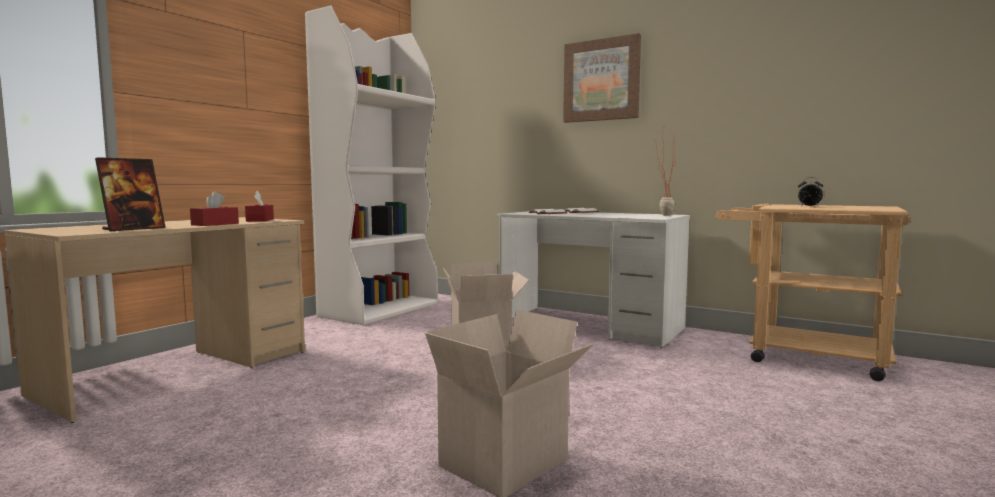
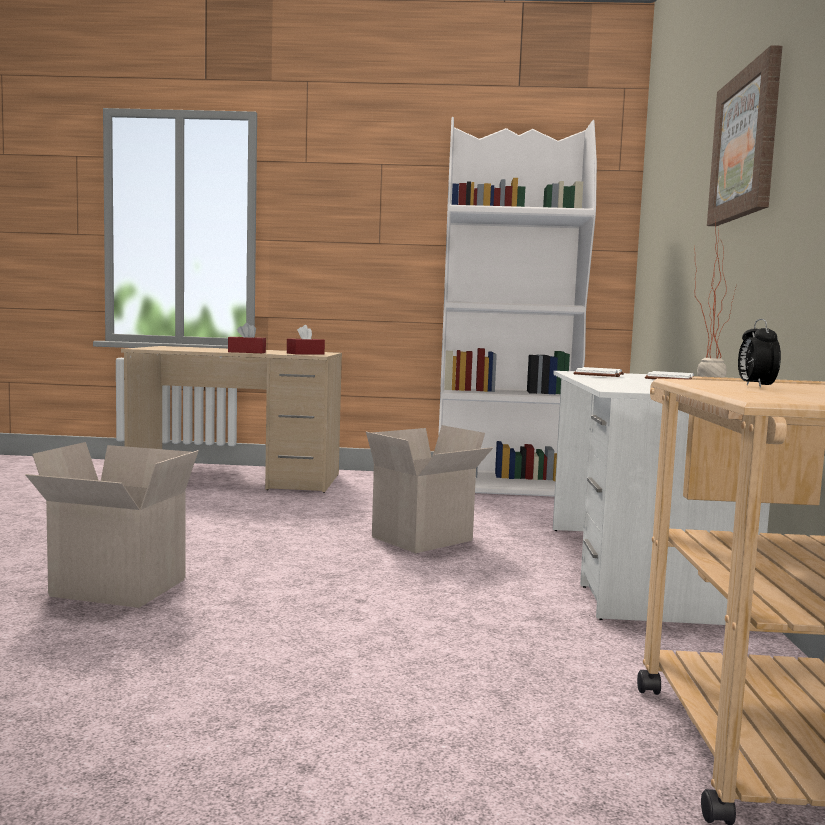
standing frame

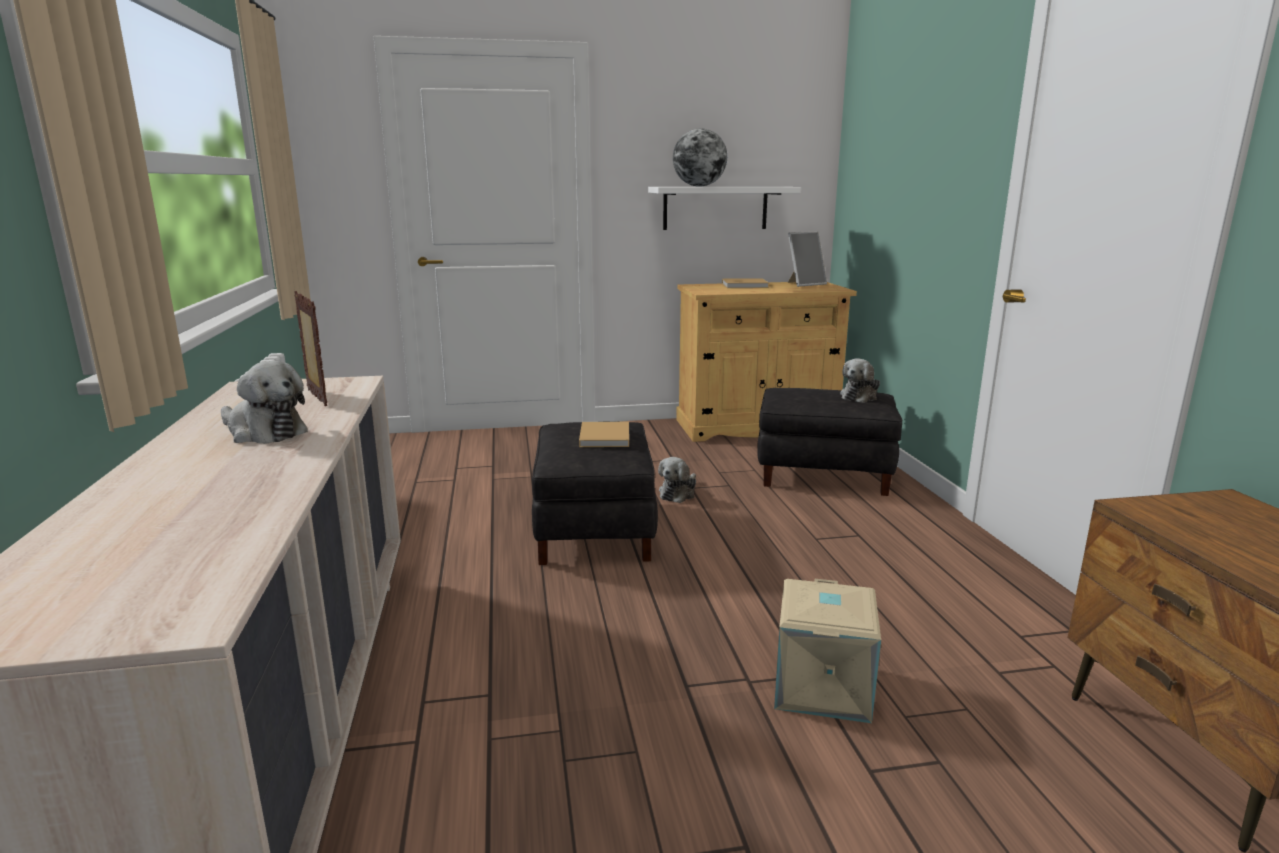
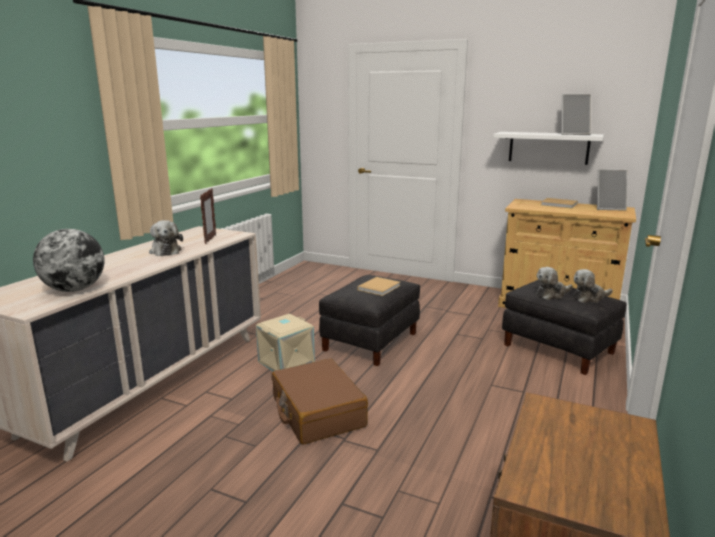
brown piece of luggage; standing frame (no. 2 from left); plush toy (no. 2 from left); desk globe; sand-coloured storage container

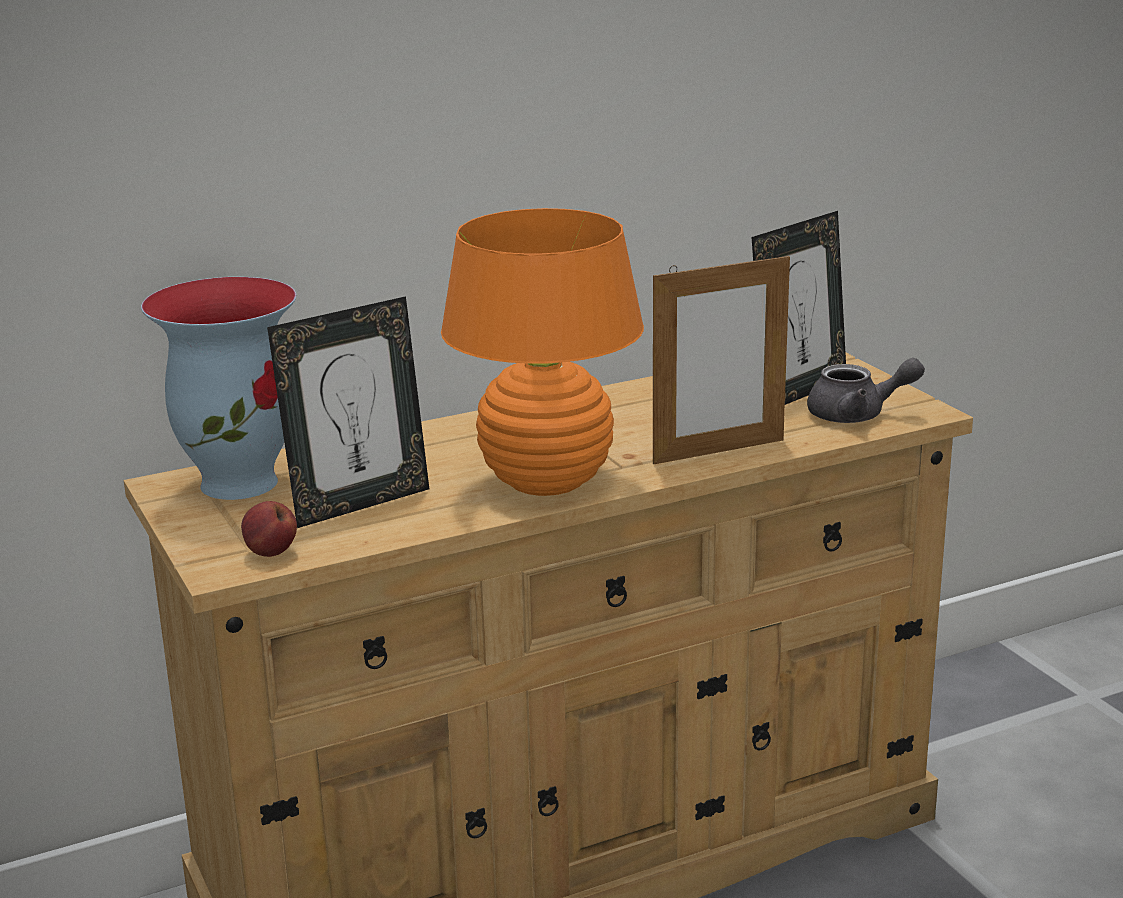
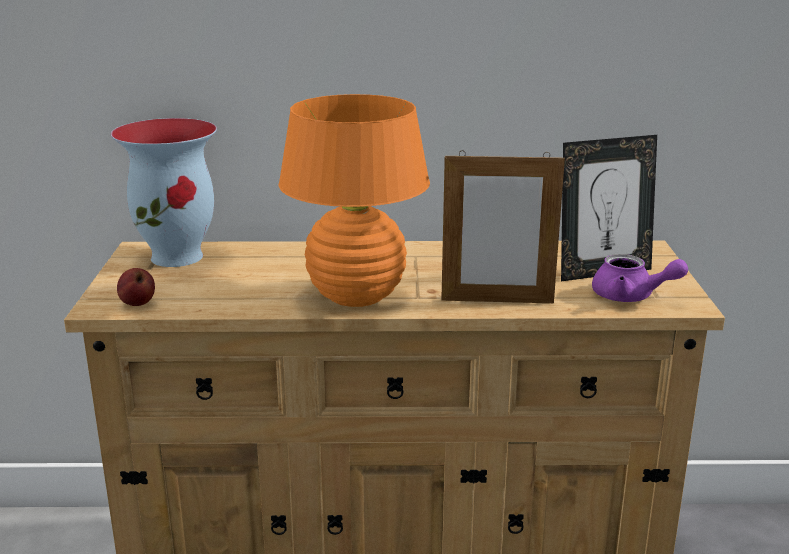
standing frame (no. 1 from left in the first image); purple-coloured tea pot

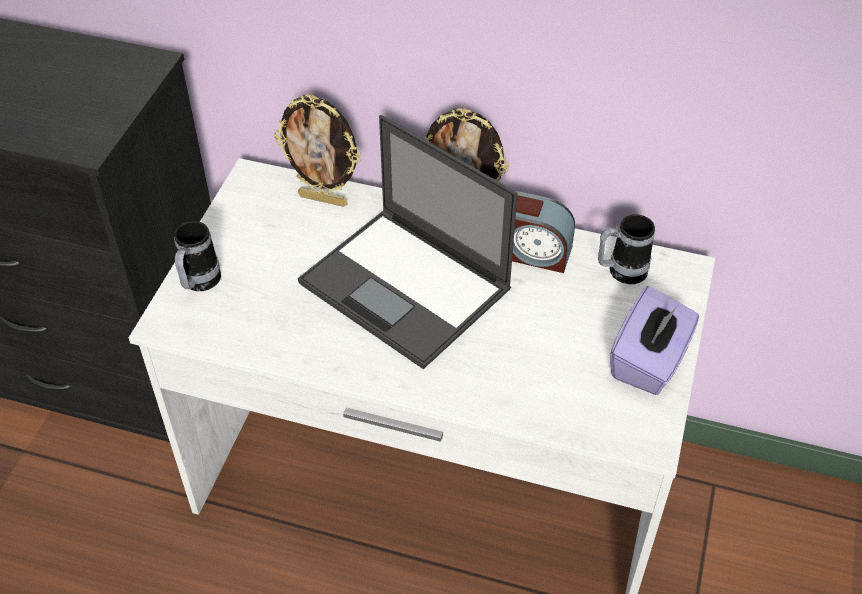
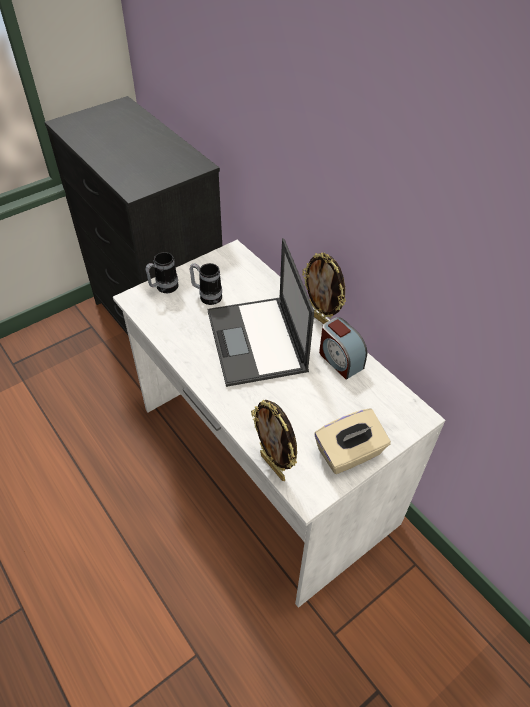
standing frame (no. 1 from left); coffee mug (no. 2 from left); sand-coloured box of tissues

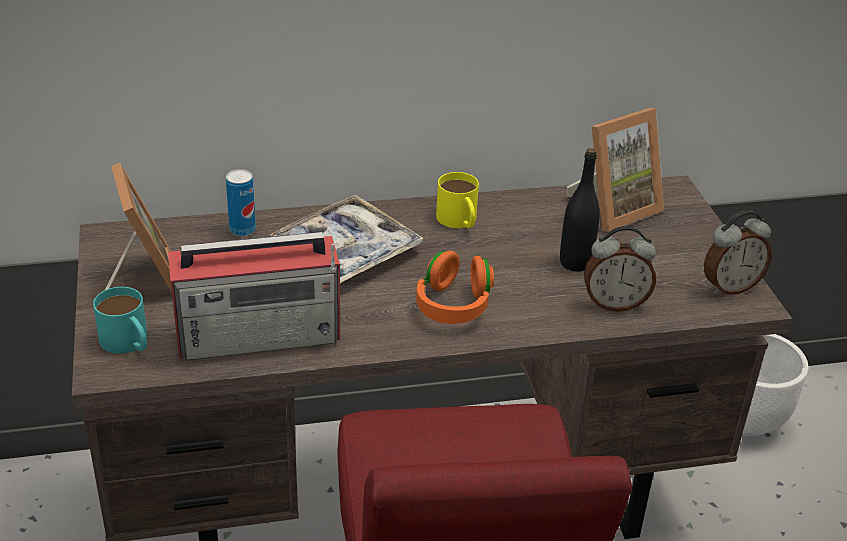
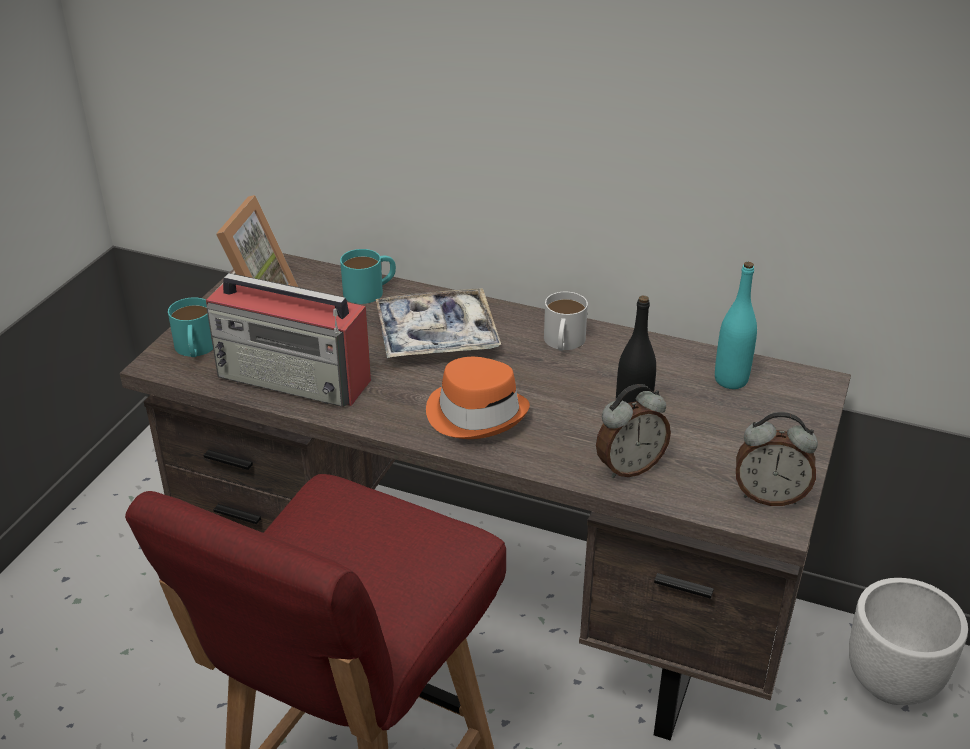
turquoise-coloured coffee mug (no. 2 from left); orange clothing hat; turquoise-coloured beverage bottle; whitish coffee mug; alarm clock (no. 1 from left)

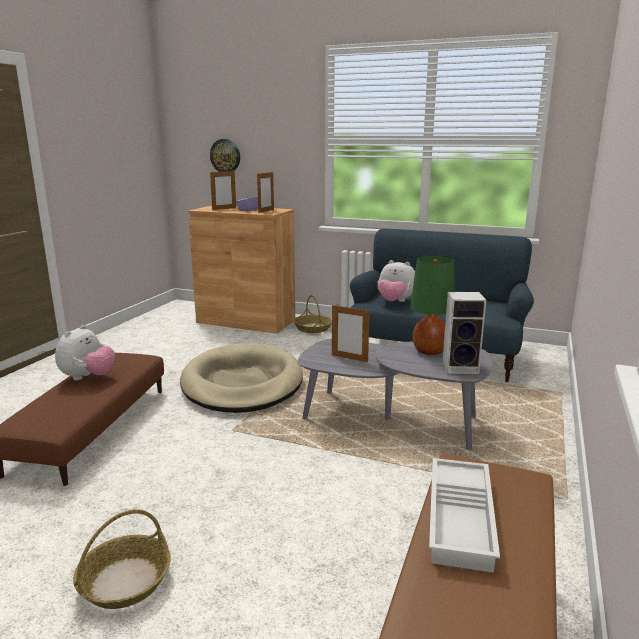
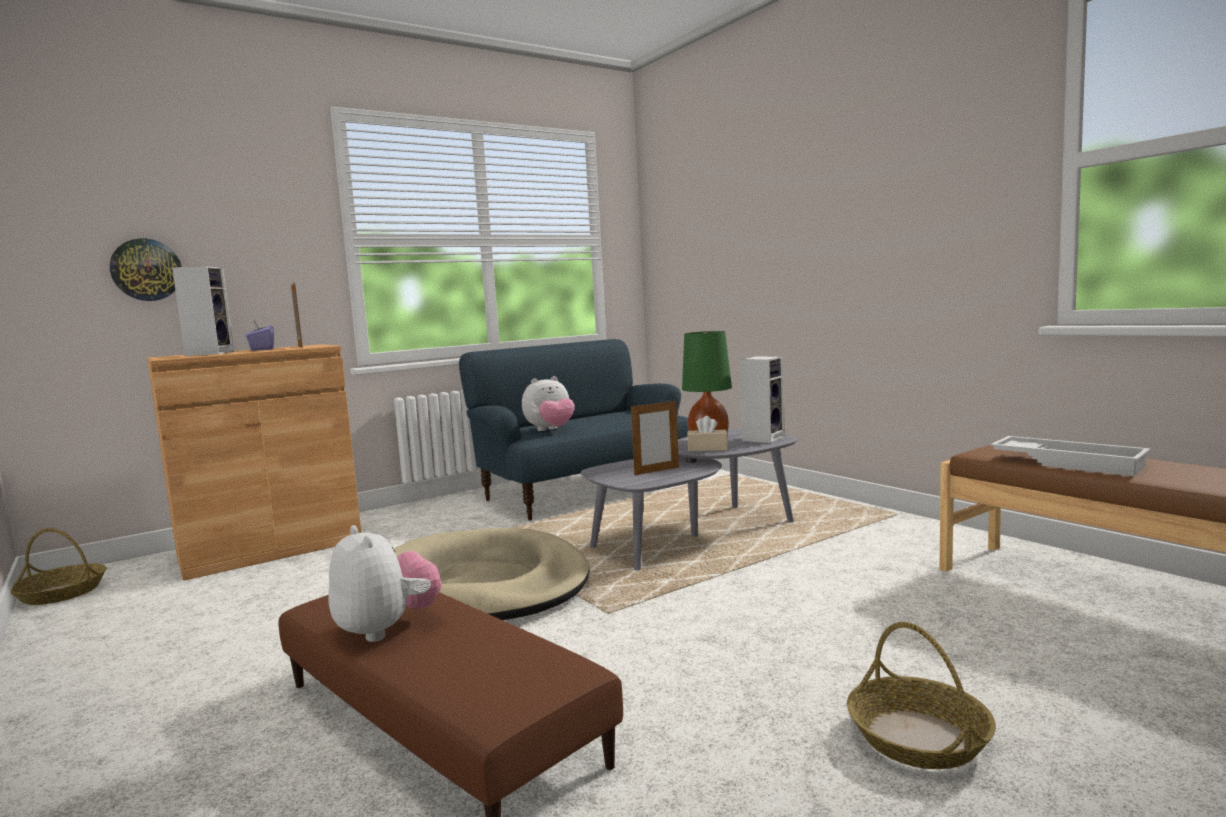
sand-coloured box of tissues; household basket (no. 1 from left); speaker (no. 1 from left)

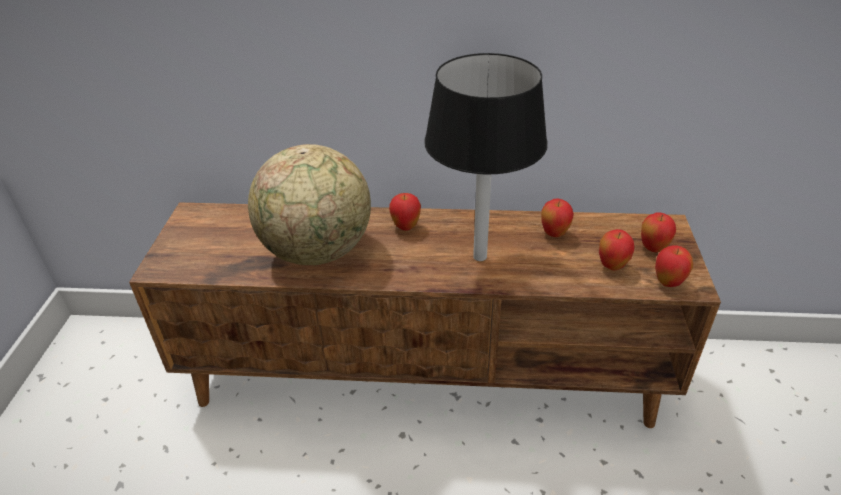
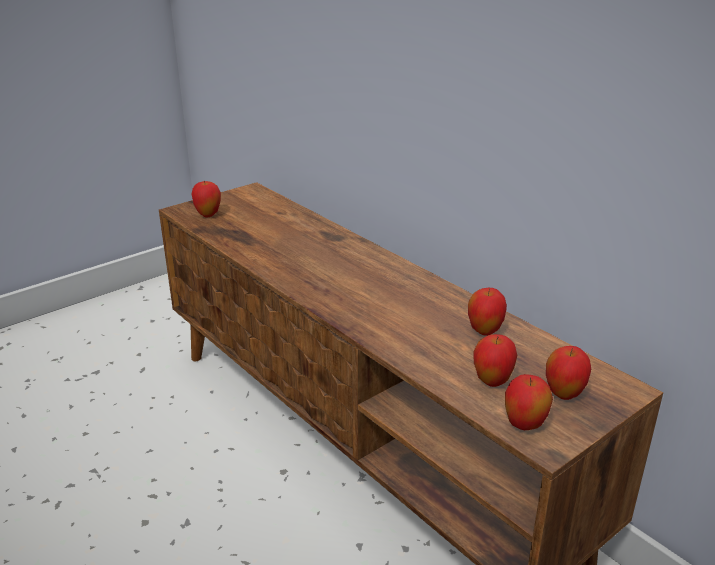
desk globe; black tabletop lamp; apple (no. 1 from left)

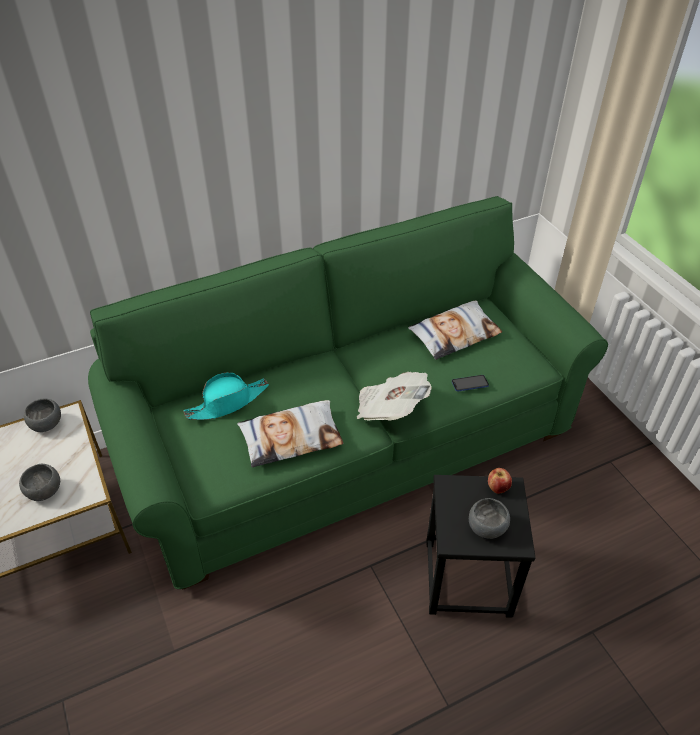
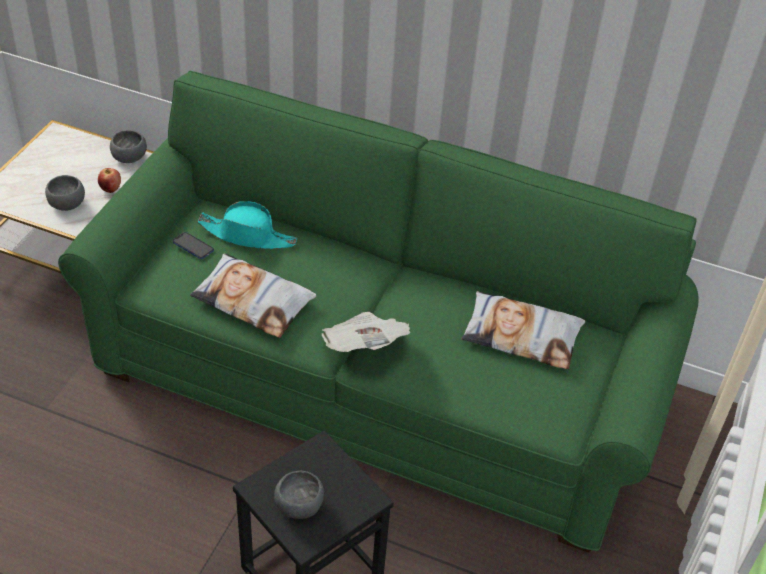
phone; apple

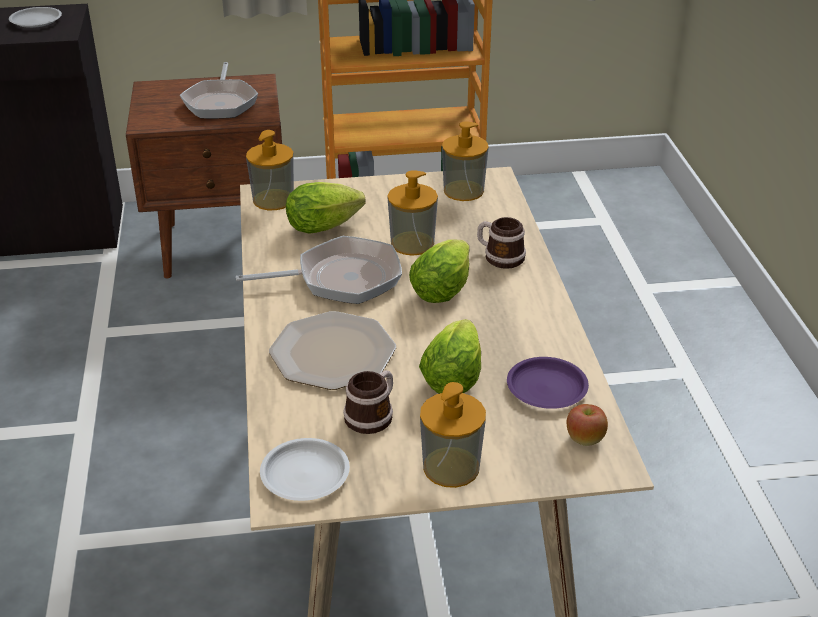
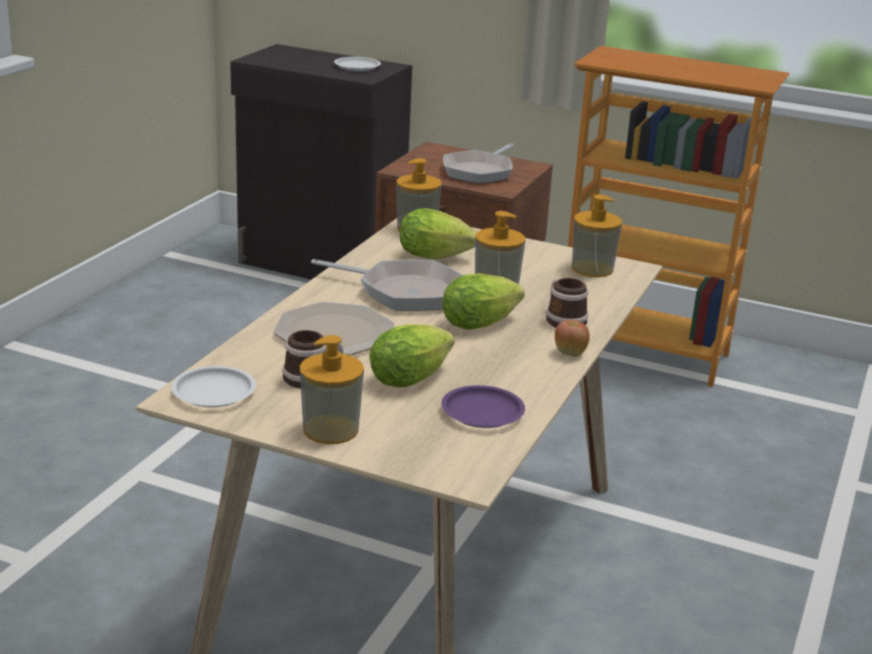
apple

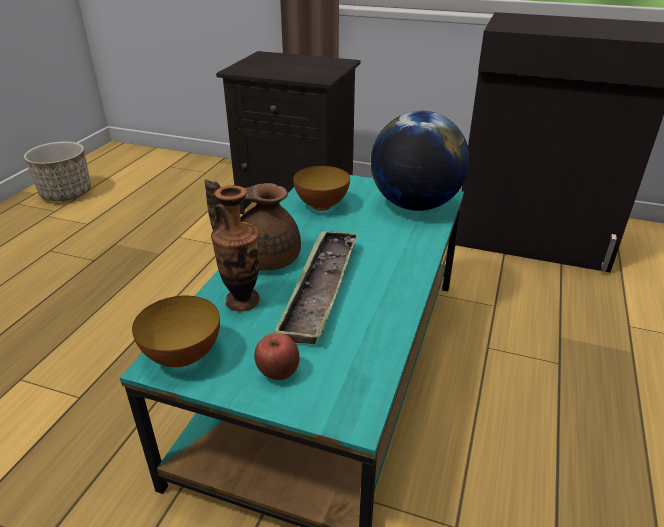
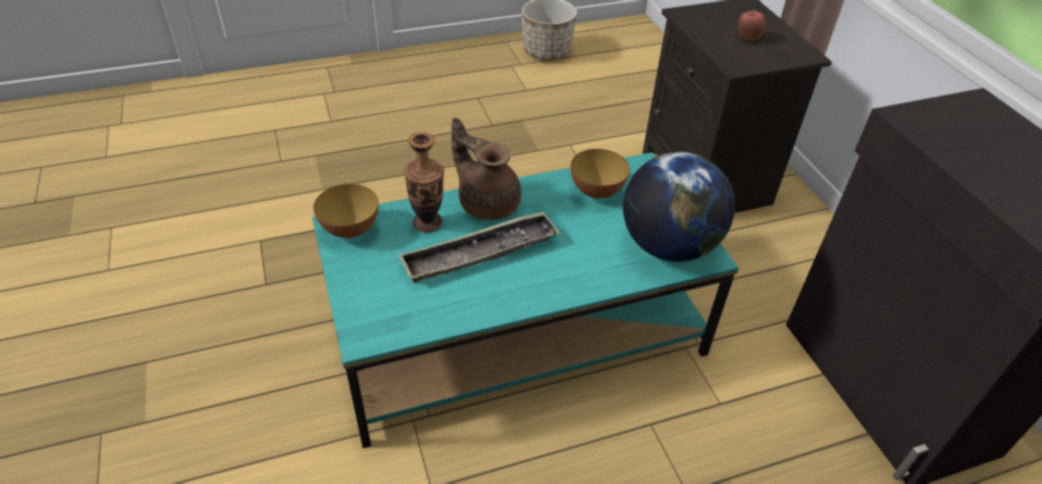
apple

